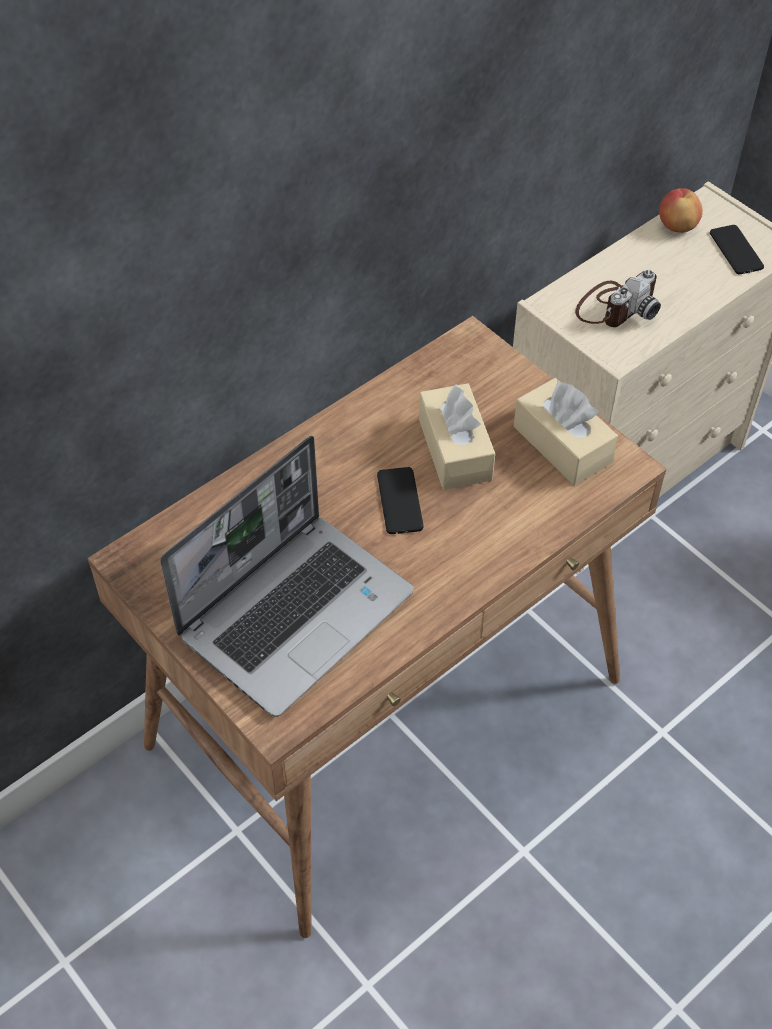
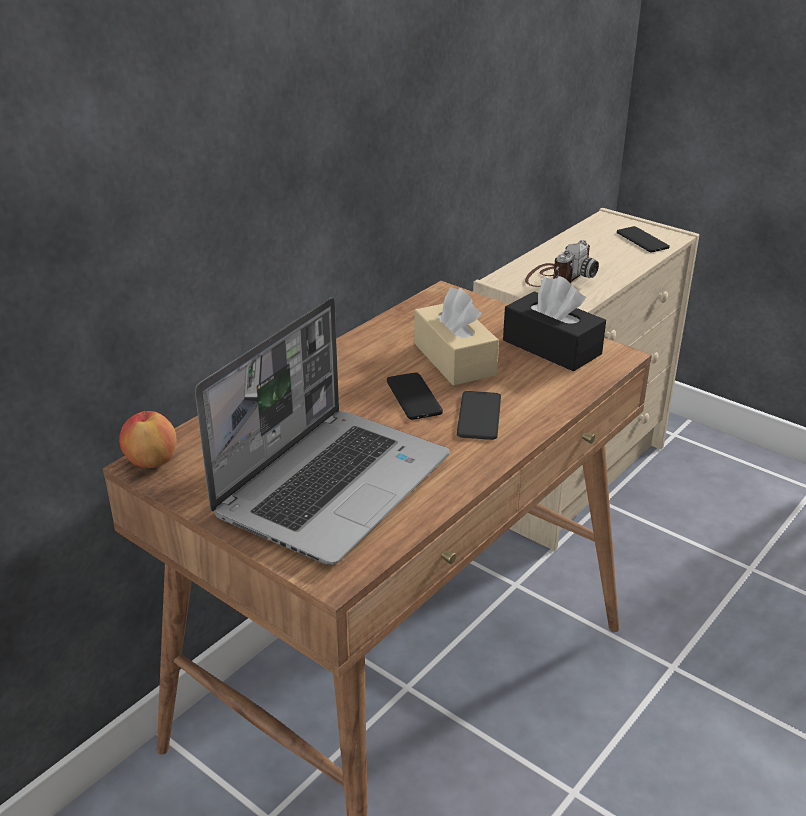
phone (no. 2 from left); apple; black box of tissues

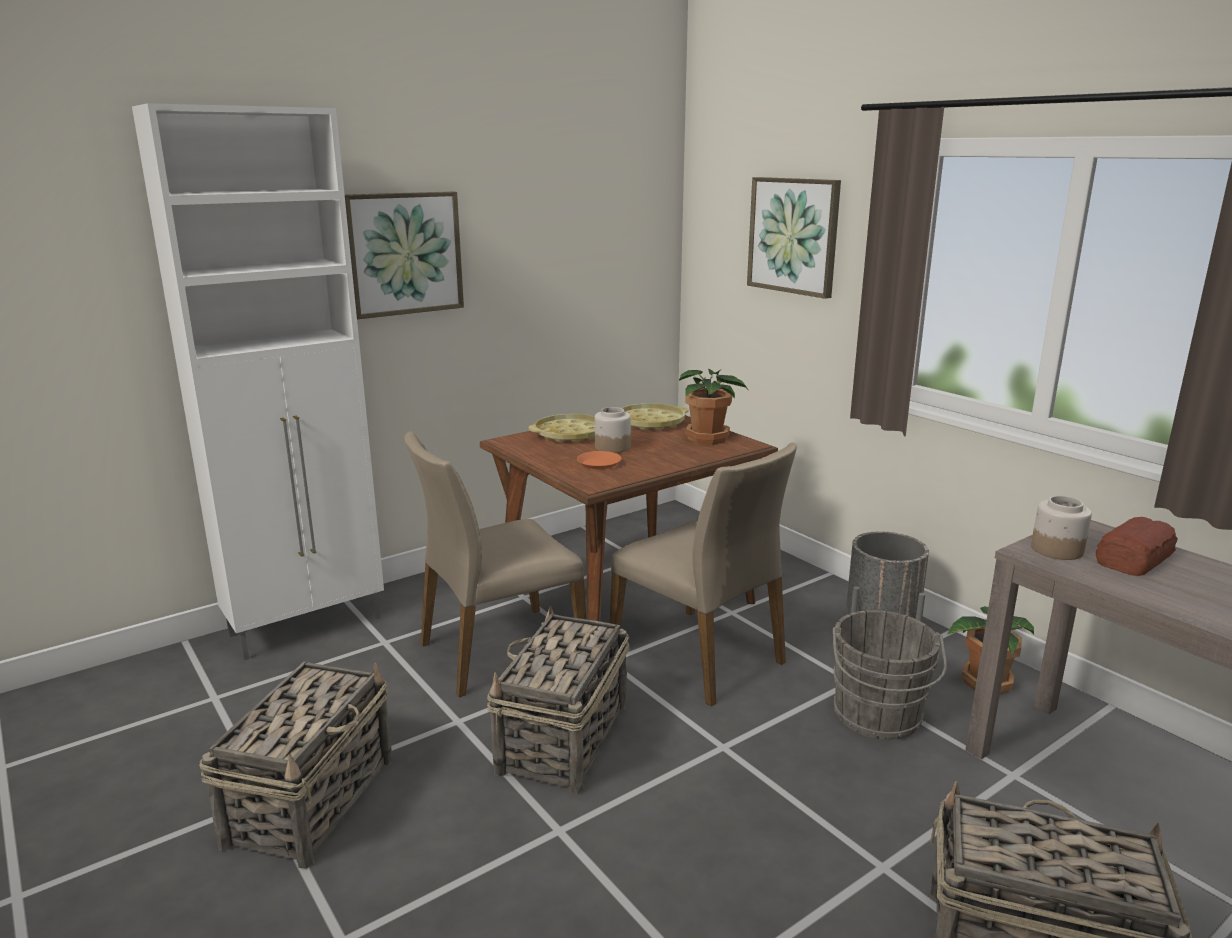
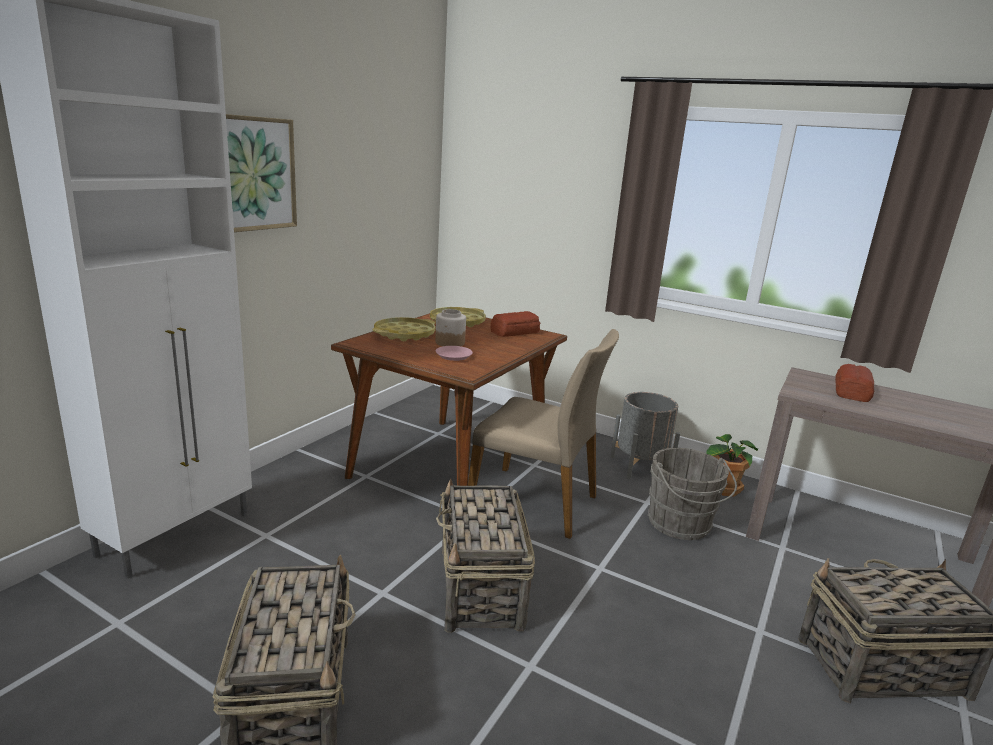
sand-coloured chair (no. 1 from left in the first image); picture (no. 2 from left in the first image); preserve jar (no. 2 from left in the first image); bread (no. 1 from left); pinkish dinner plate

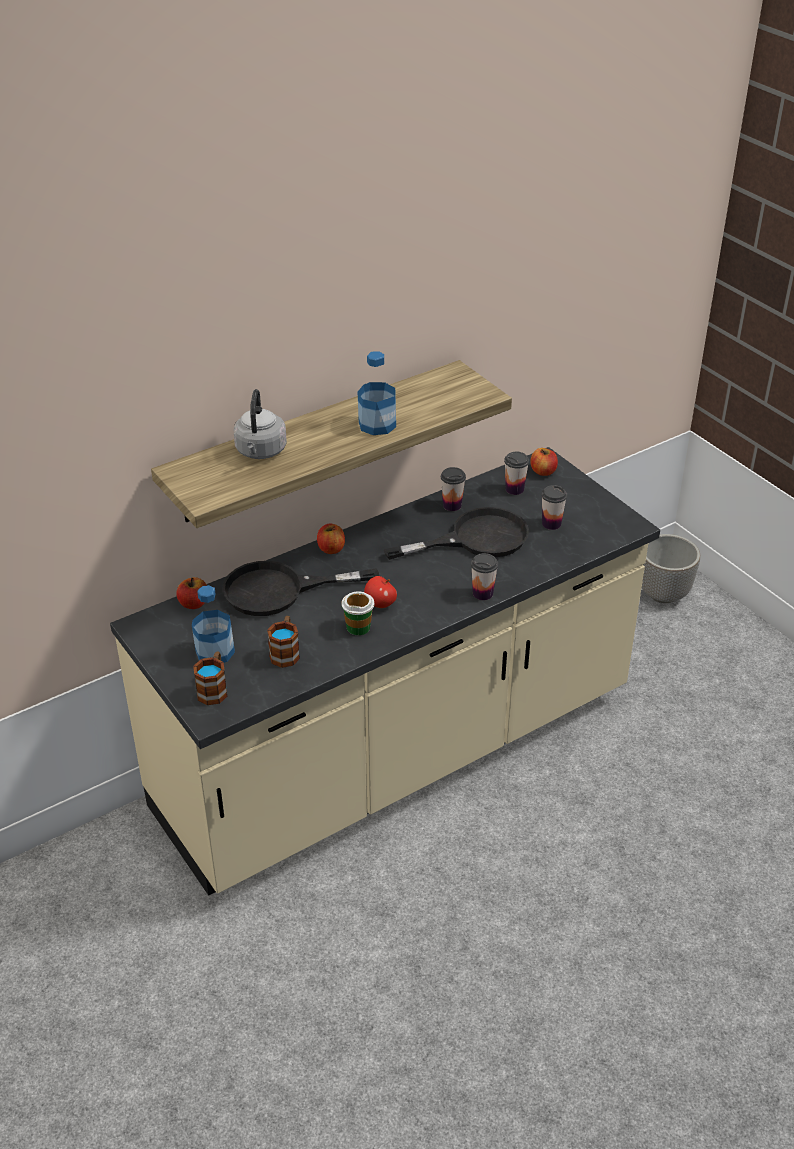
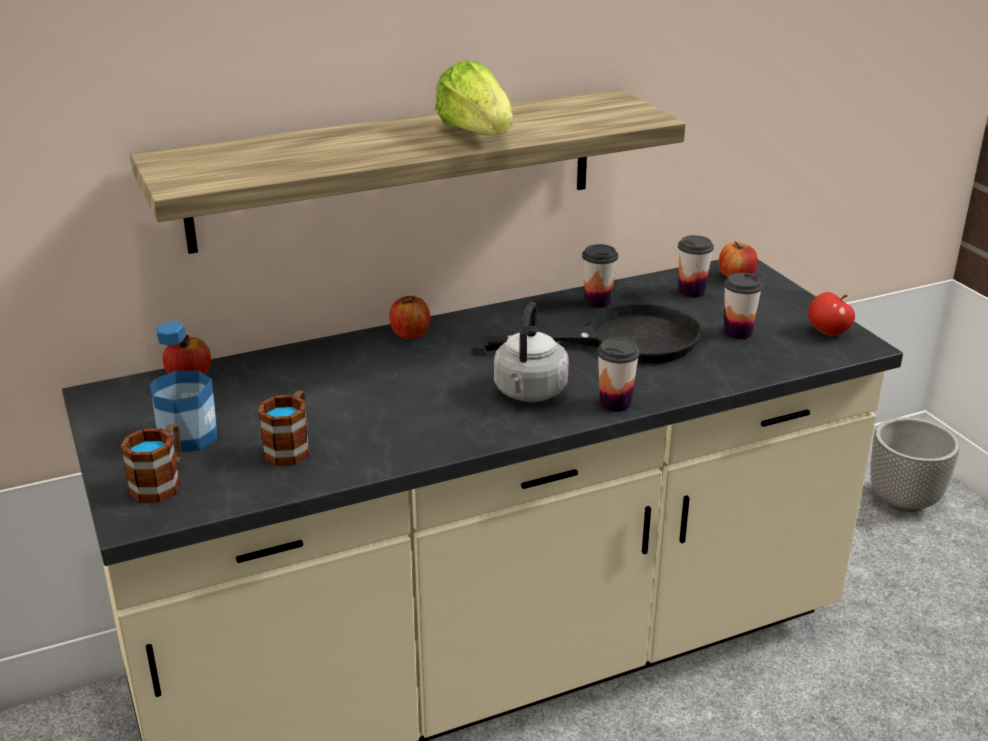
black frying pan (no. 1 from left in the first image); drinking cup (no. 1 from left in the first image); gray kettle; apple (no. 4 from left); lettuce head

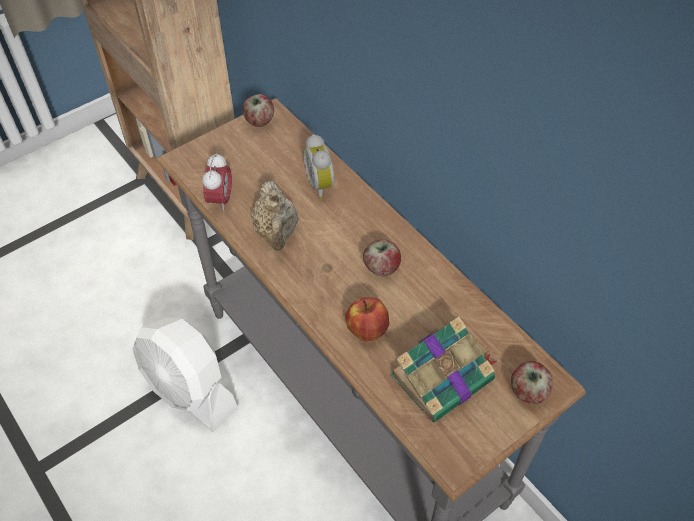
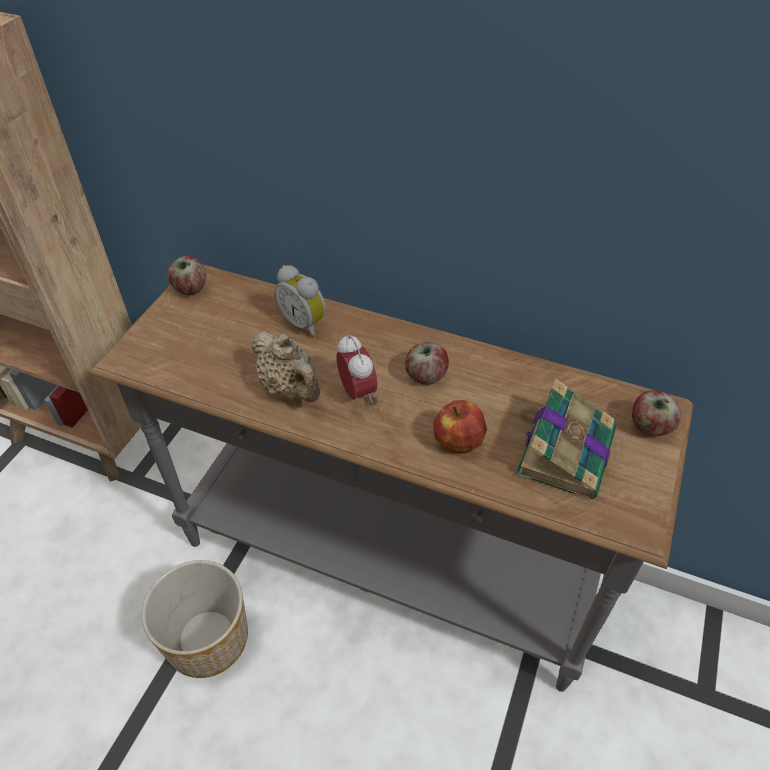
alarm clock (no. 2 from left); plant pot

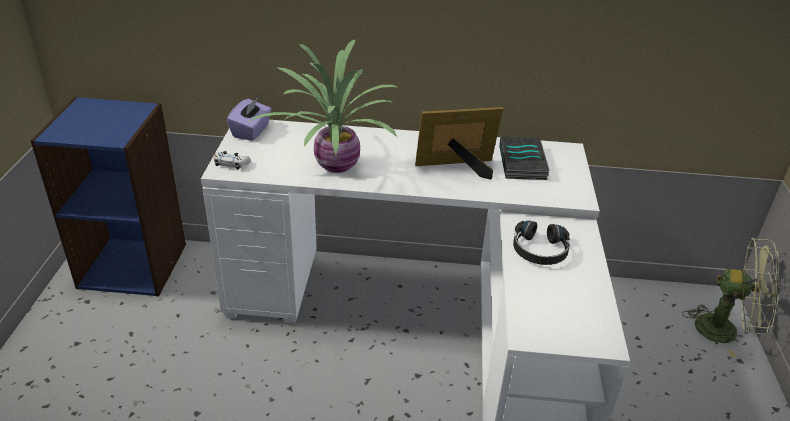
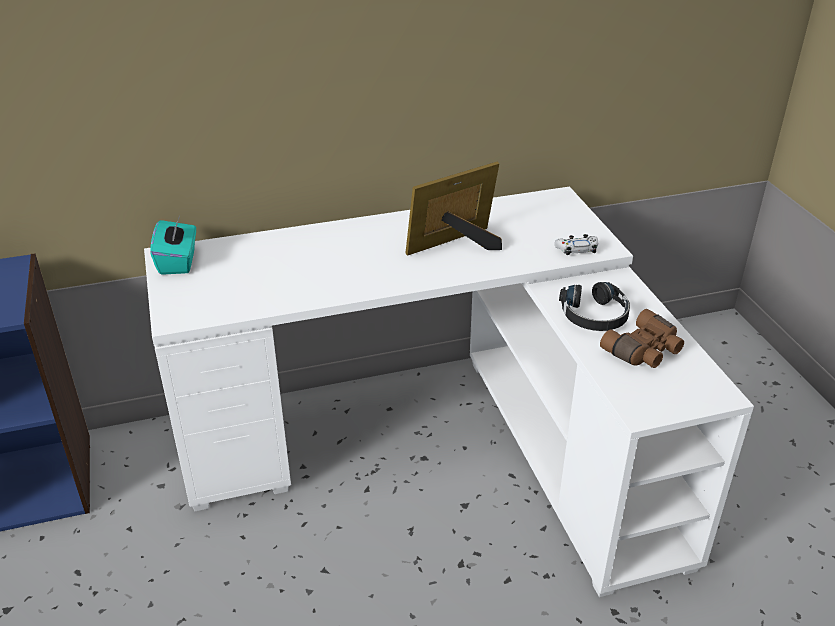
plant in a pot; volume; green electric fan; brown field glasses; whitish joypad; turquoise-coloured box of tissues

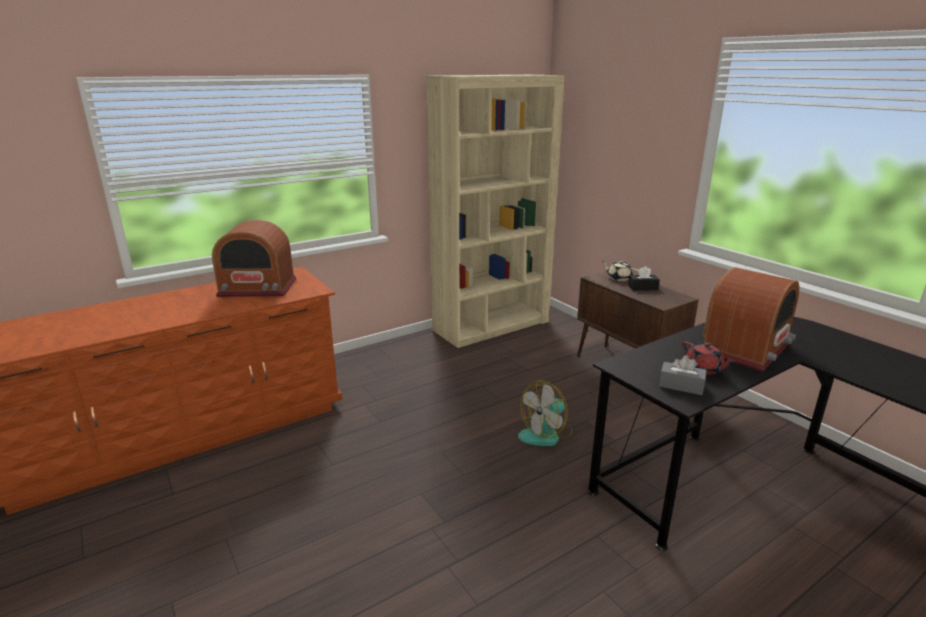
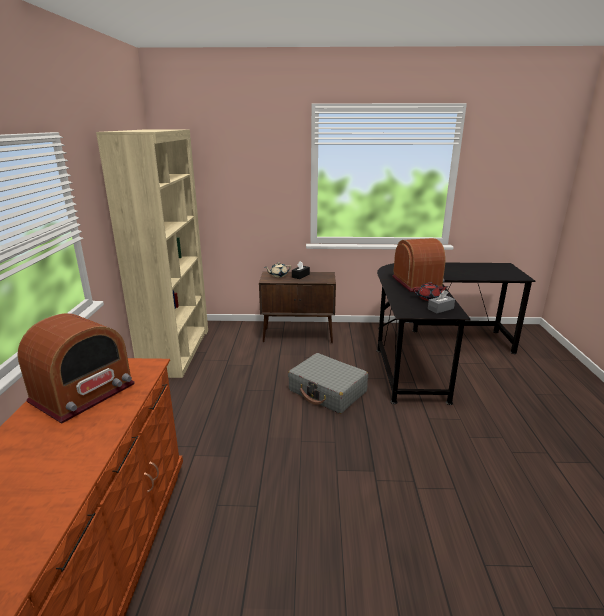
gray piece of luggage

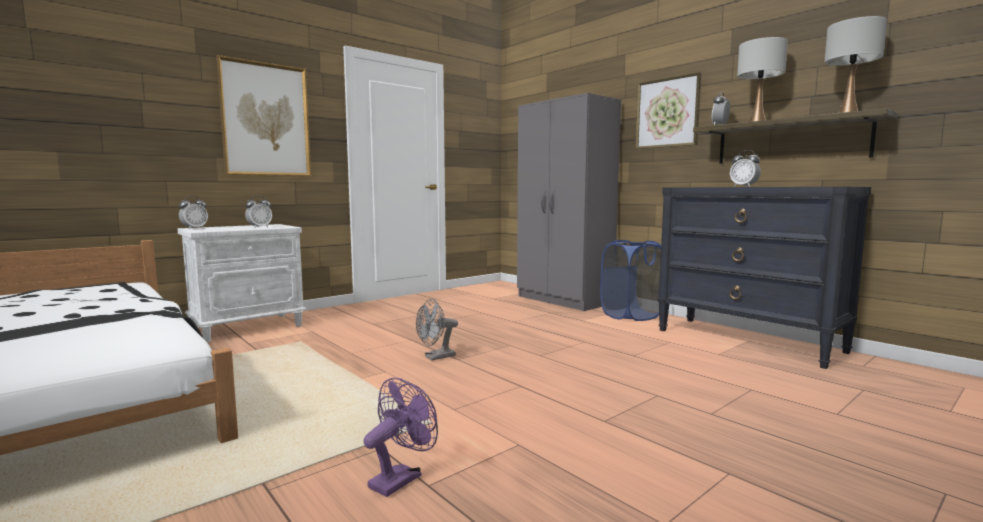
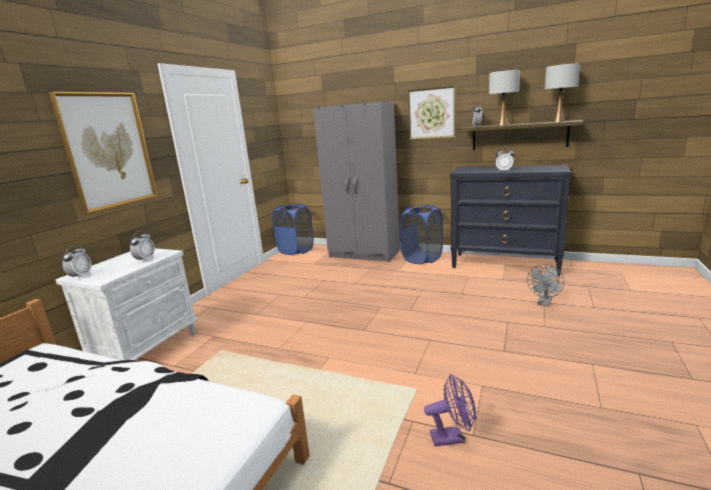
bluish washing basket (no. 1 from left); gray electric fan; purple-coloured electric fan

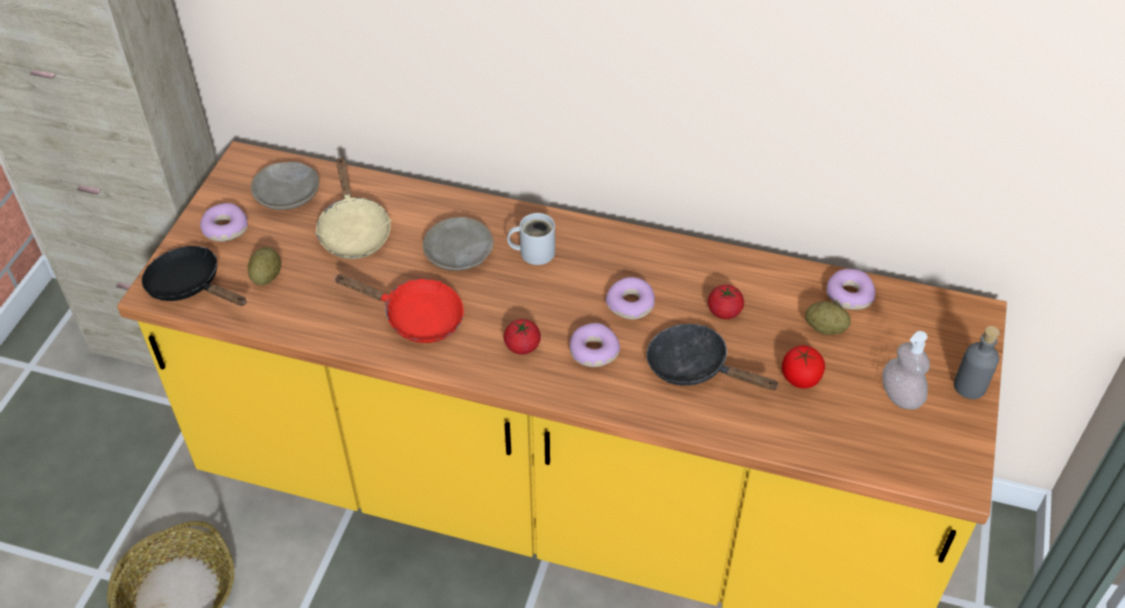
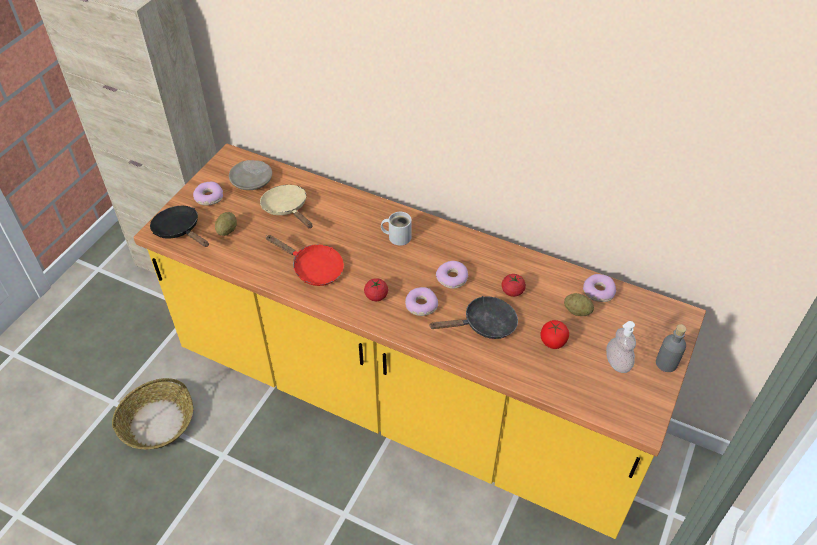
sand-coloured dinner plate (no. 2 from left in the first image); sand-coloured frying pan; black frying pan (no. 2 from left)

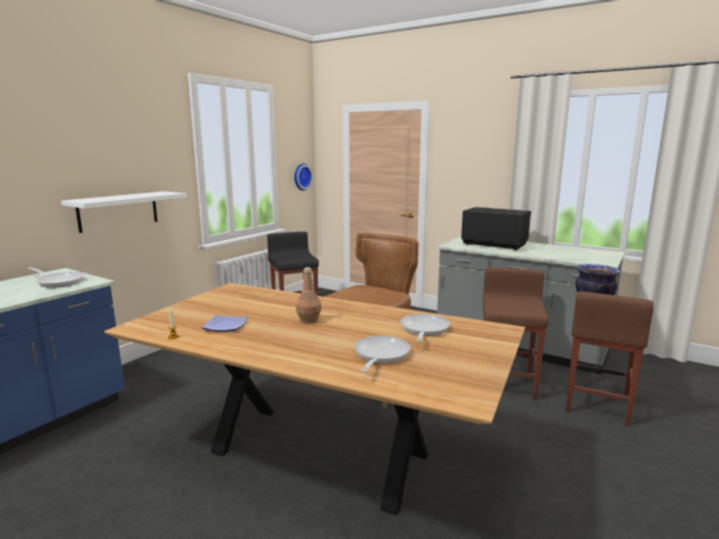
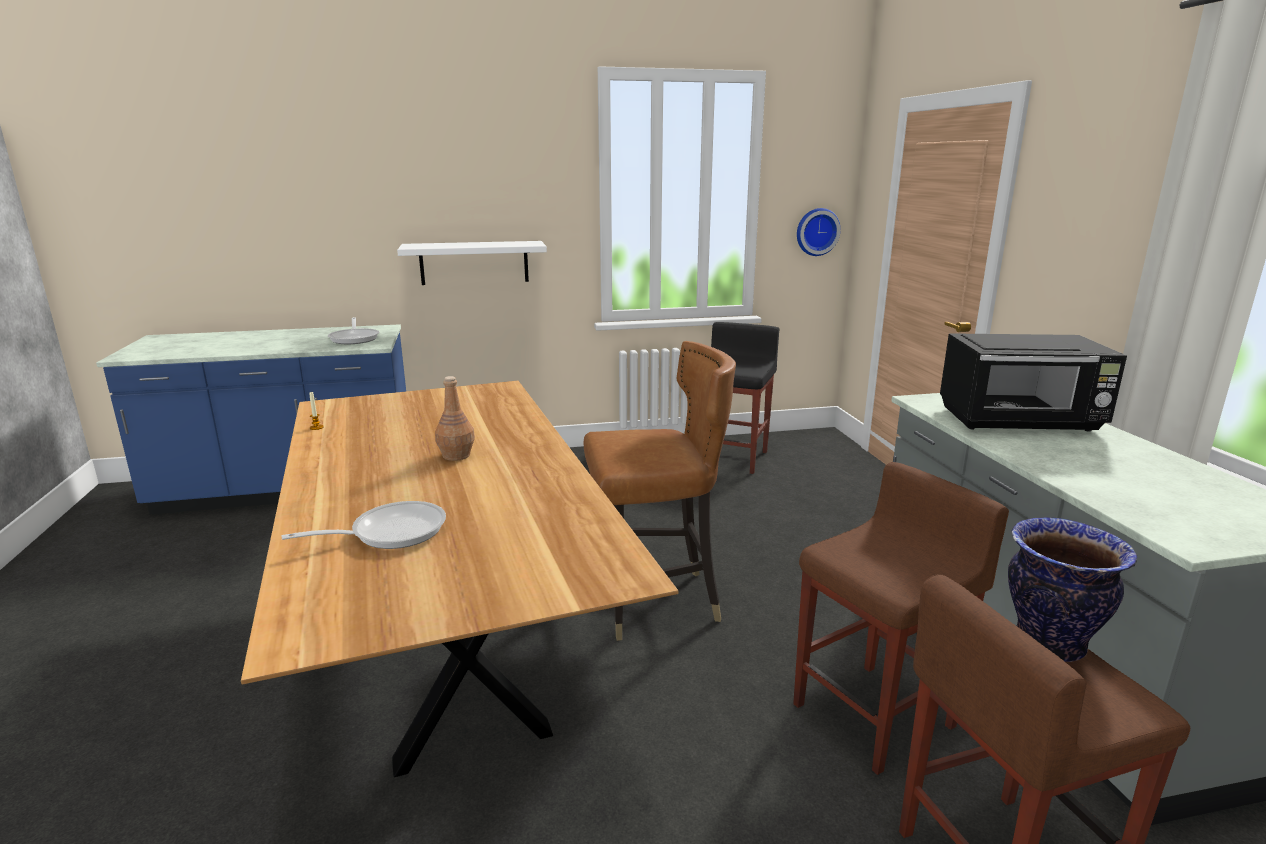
dinner plate; frying pan (no. 3 from left in the first image); black kitchen microwave

